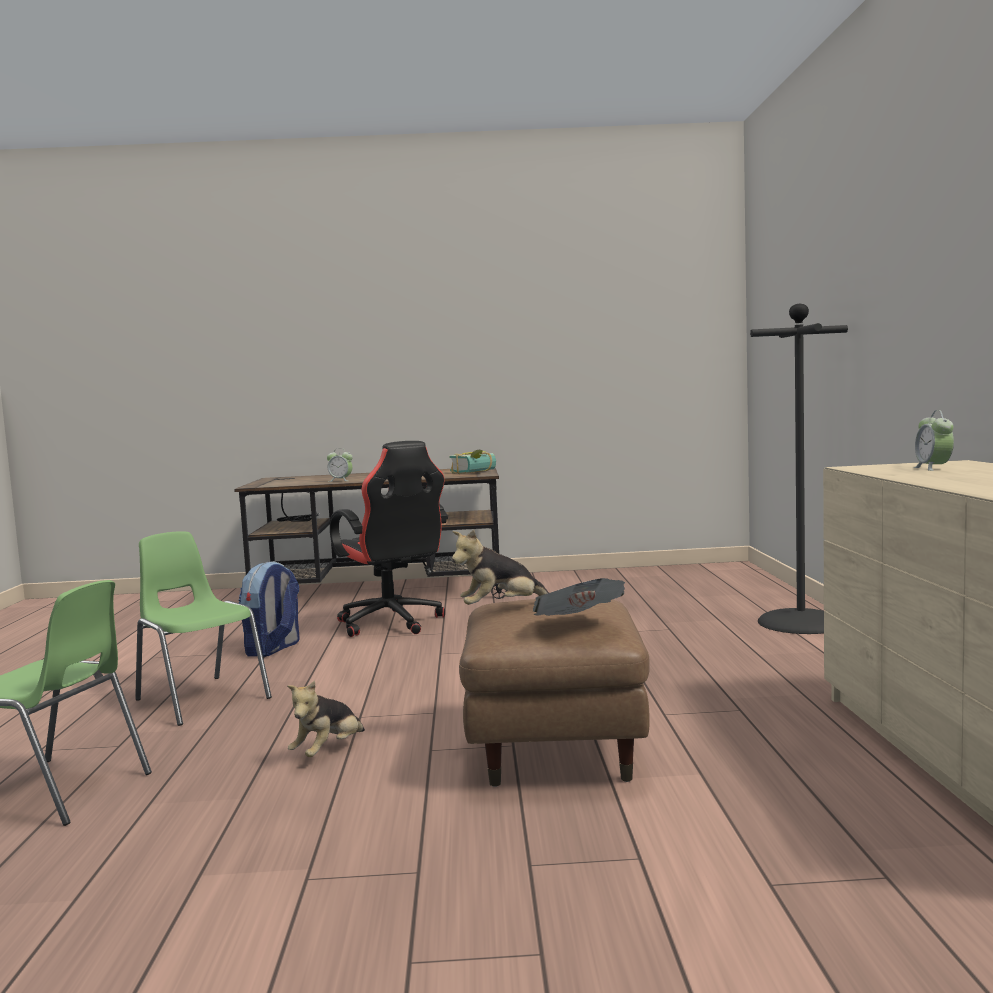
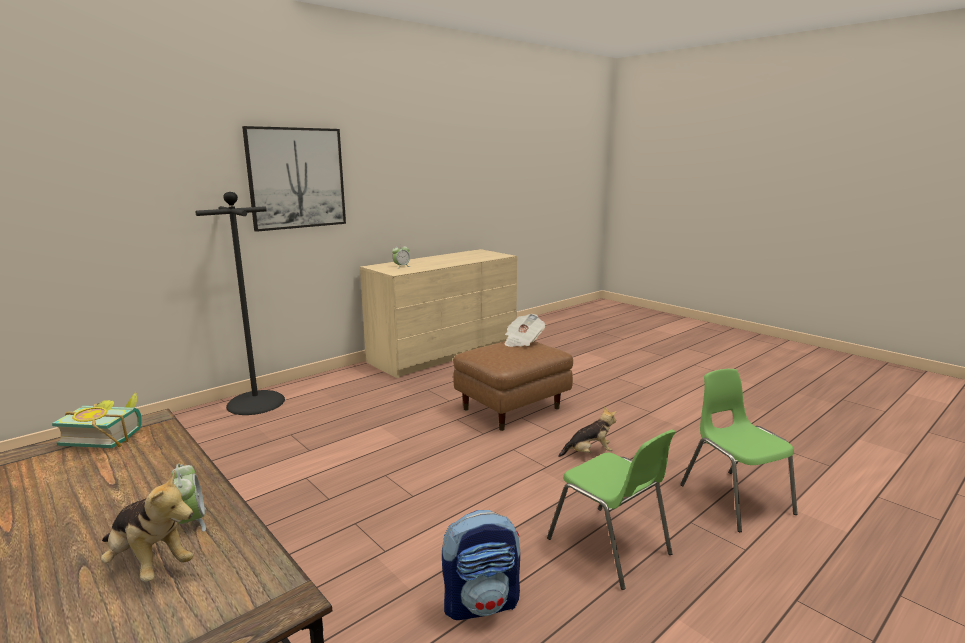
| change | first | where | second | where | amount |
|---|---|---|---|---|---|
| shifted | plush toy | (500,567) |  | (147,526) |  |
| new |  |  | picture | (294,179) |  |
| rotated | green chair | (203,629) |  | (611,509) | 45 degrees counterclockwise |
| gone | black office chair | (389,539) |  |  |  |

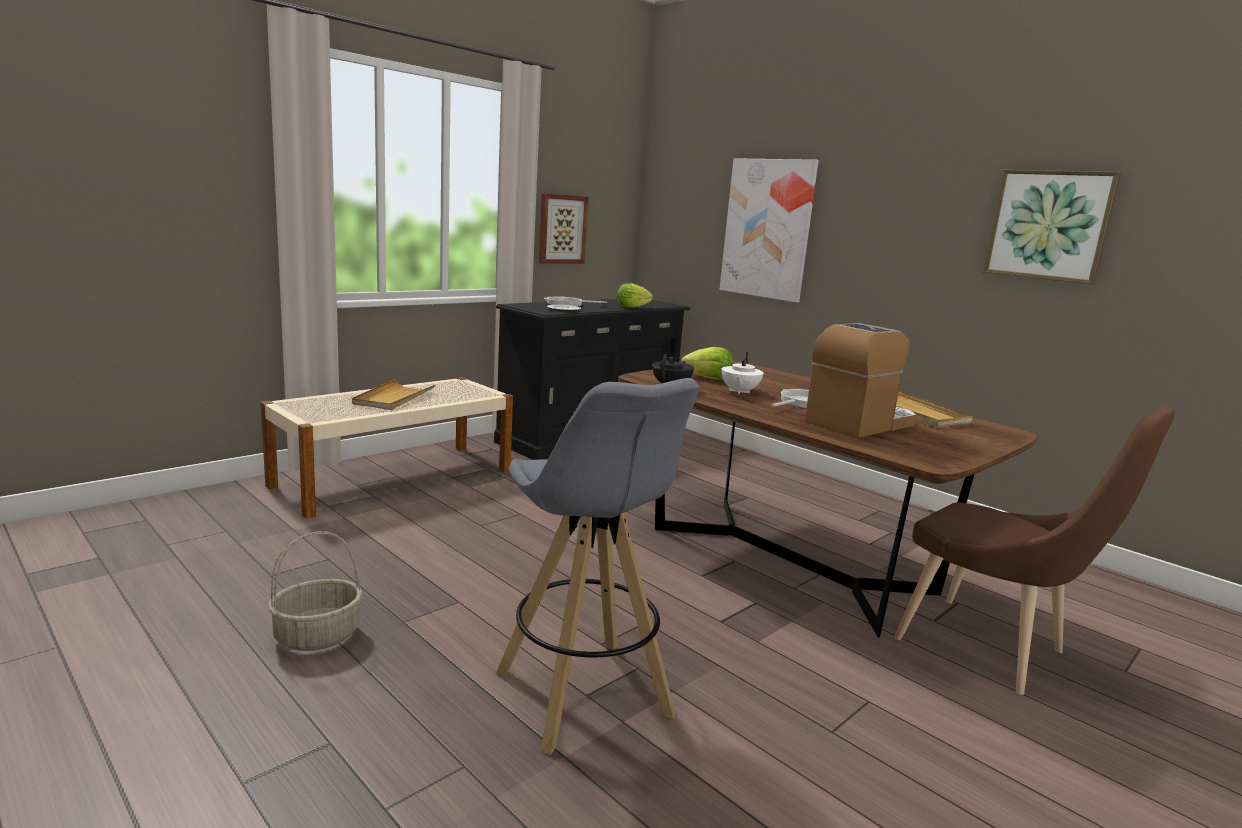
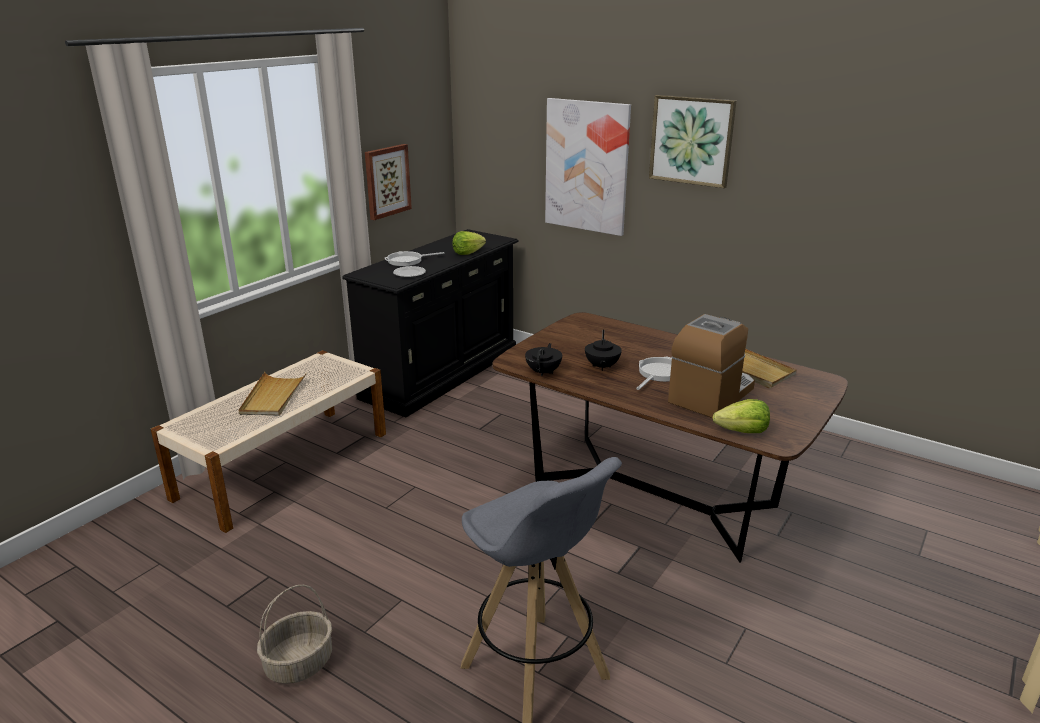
| change | first | where | second | where | amount |
|---|---|---|---|---|---|
| repainted | white teapot | (742,373) | black teapot | (603,350) |  |
| shifted | picture | (1052,227) |  | (692,141) |  |
| shifted | lettuce | (707,363) |  | (741,416) |  |
| gone | brown chair | (1034,551) |  |  |  |

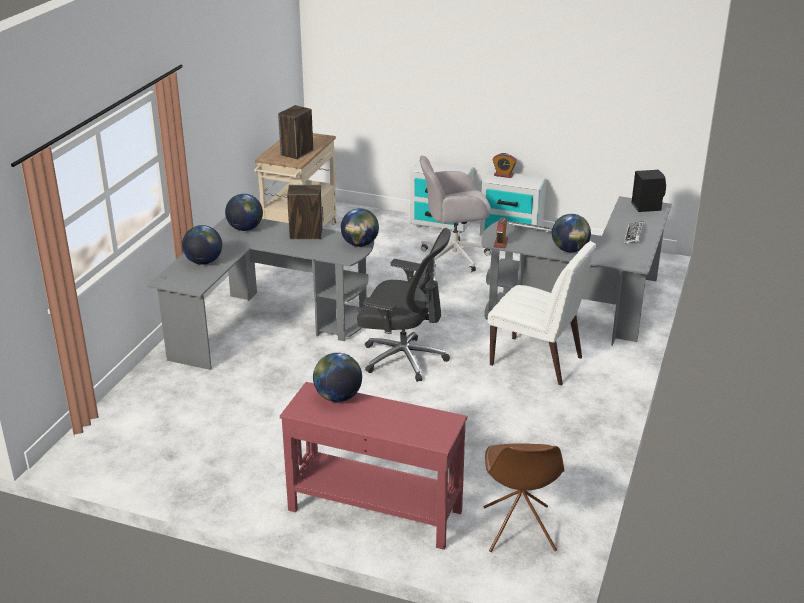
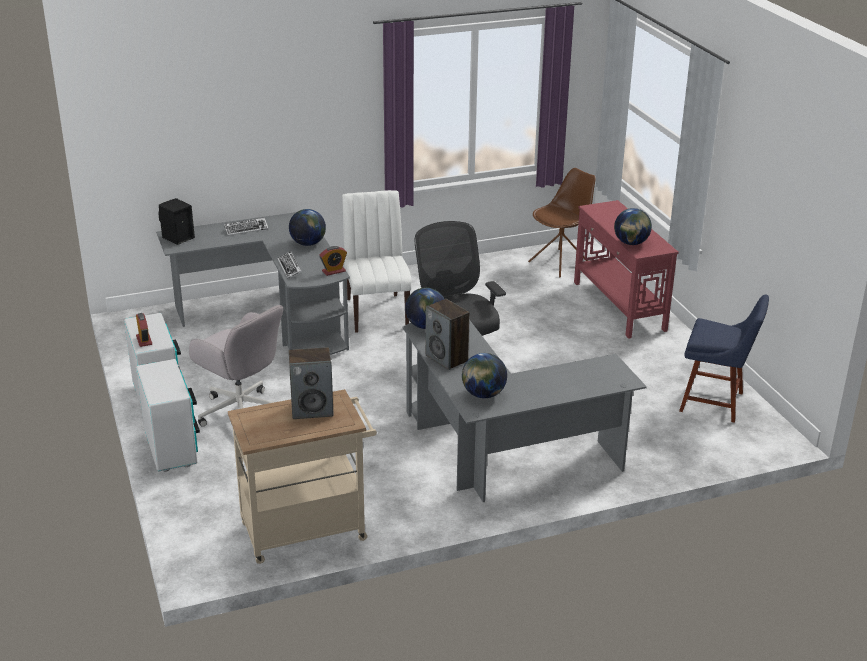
| change | first | where | second | where | amount |
|---|---|---|---|---|---|
| new |  |  | blue chair | (724,359) |  |
| gone | globe | (202,245) |  |  |  |

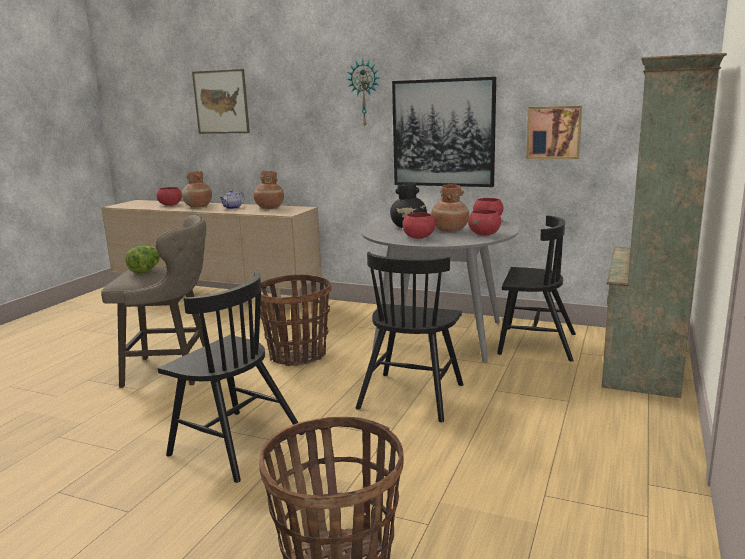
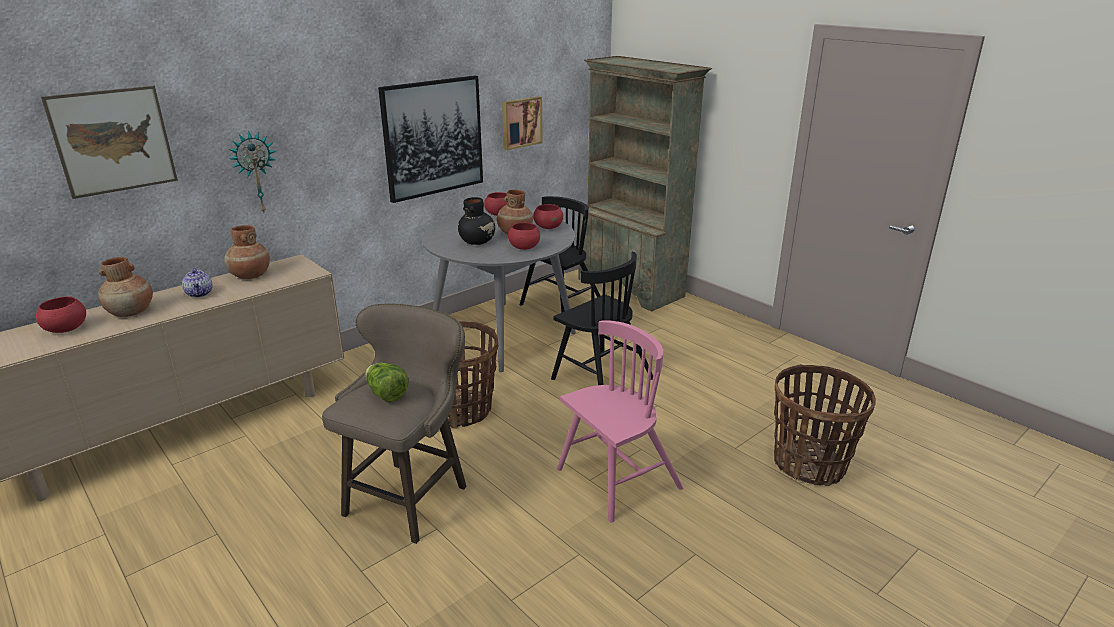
| change | first | where | second | where | amount |
|---|---|---|---|---|---|
| shifted | wall clock | (363,92) |  | (252,172) |  |
| repainted | black chair | (231,377) | pink chair | (620,421) |  |

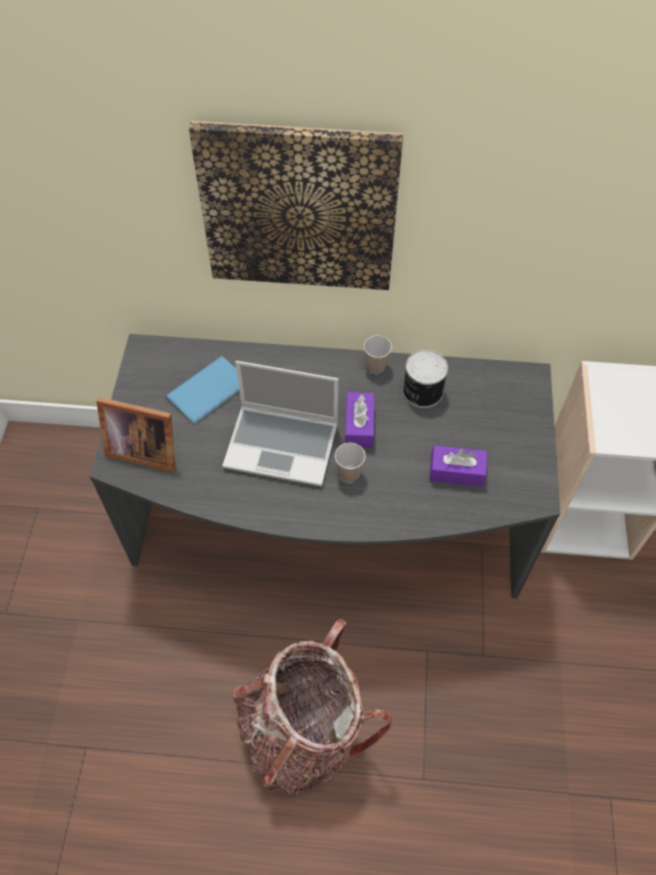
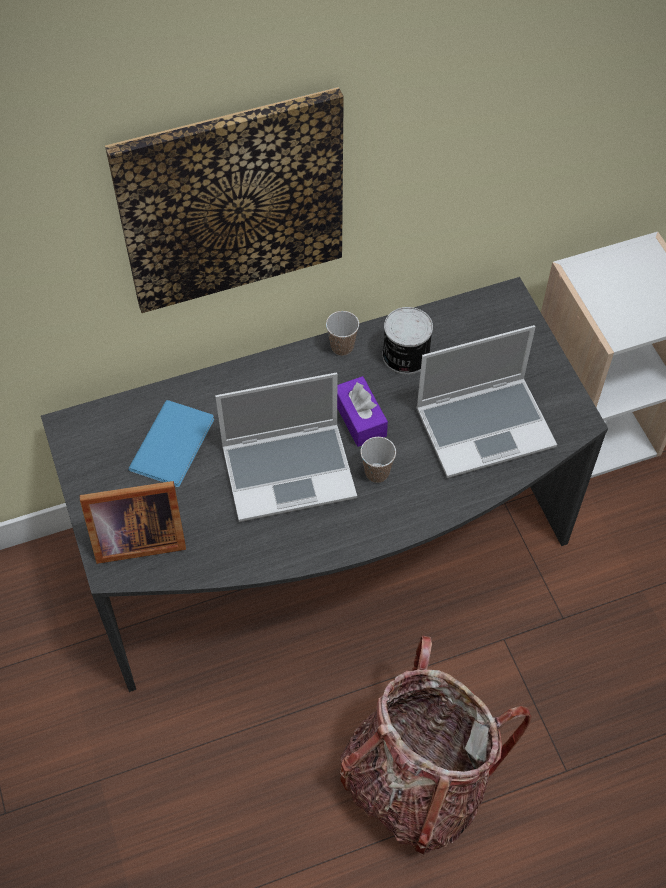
| change | first | where | second | where | amount |
|---|---|---|---|---|---|
| swapped | purple tissue box | (458,466) | laptop | (486,401) |  |

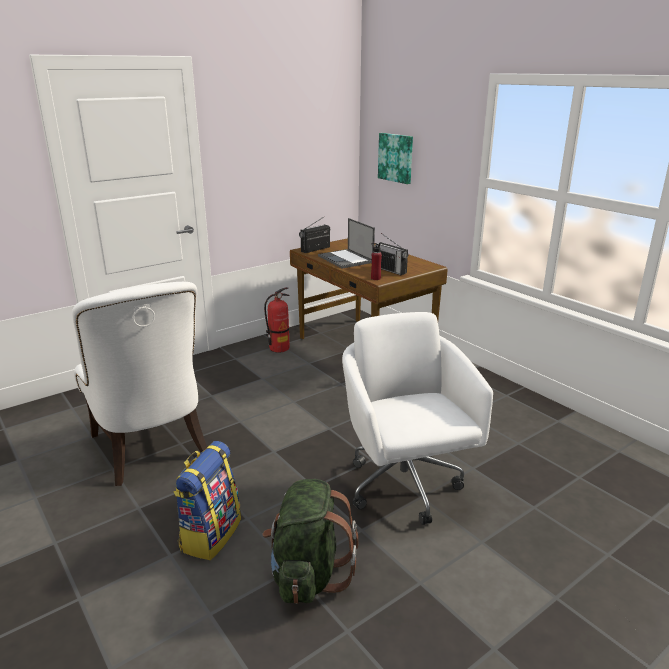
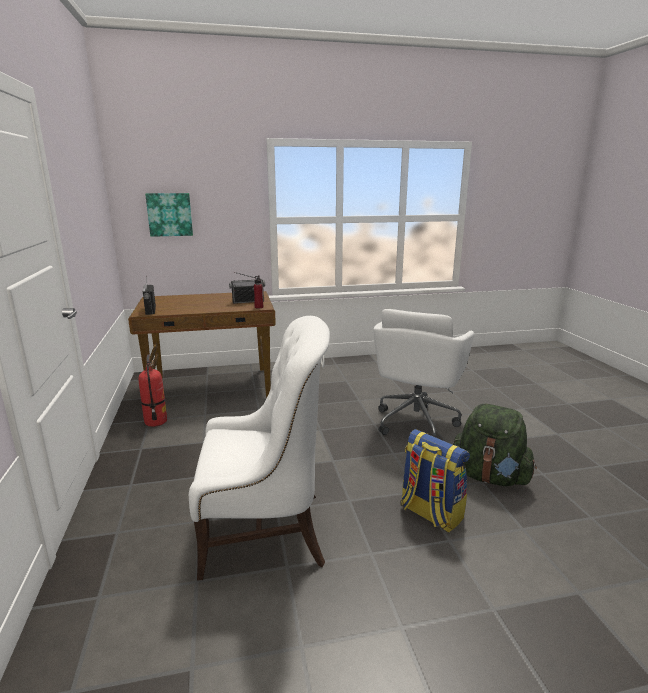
| change | first | where | second | where | amount |
|---|---|---|---|---|---|
| rotated | white office chair | (417,418) |  | (423,373) | 75 degrees counterclockwise |
| gone | laptop | (346,243) |  |  |  |

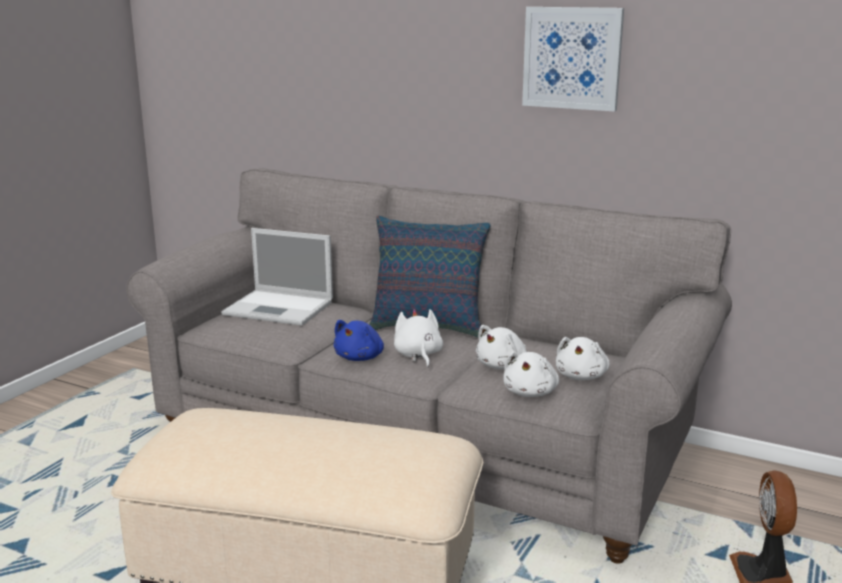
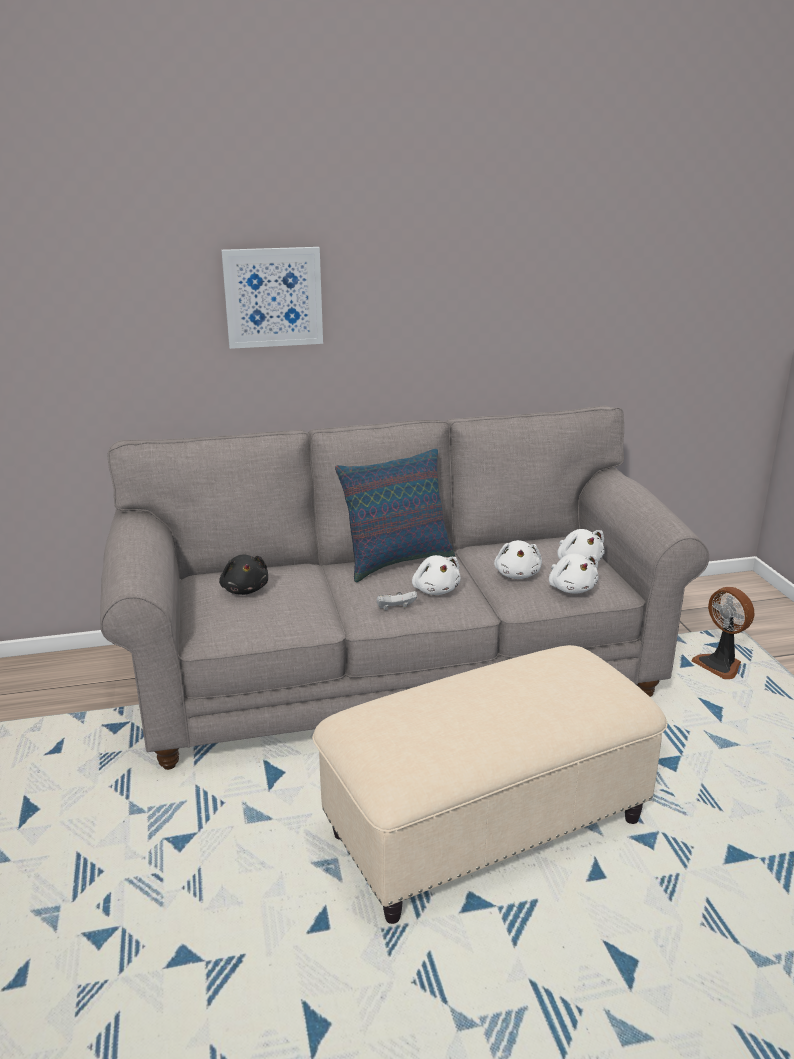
| change | first | where | second | where | amount |
|---|---|---|---|---|---|
| swapped | laptop | (277,277) | black plush toy | (243,575) |  |
| shifted | picture | (573,59) |  | (272,298) |  |
| swapped | blue plush toy | (359,340) | white game controller | (397,600) |  |
| rotated | white plush toy | (418,338) |  | (436,575) | 150 degrees counterclockwise |

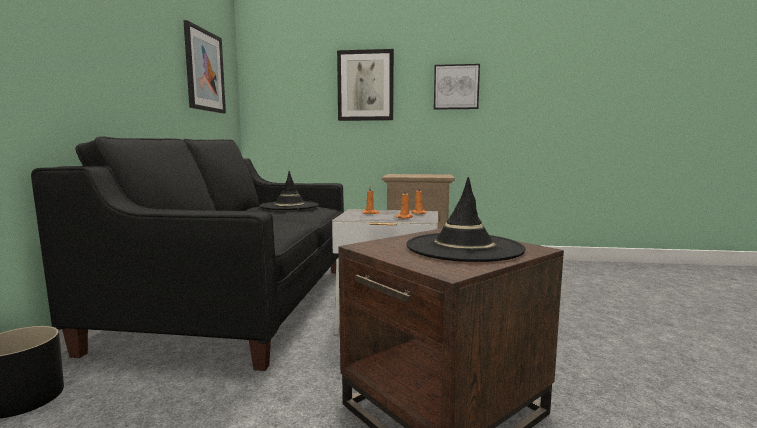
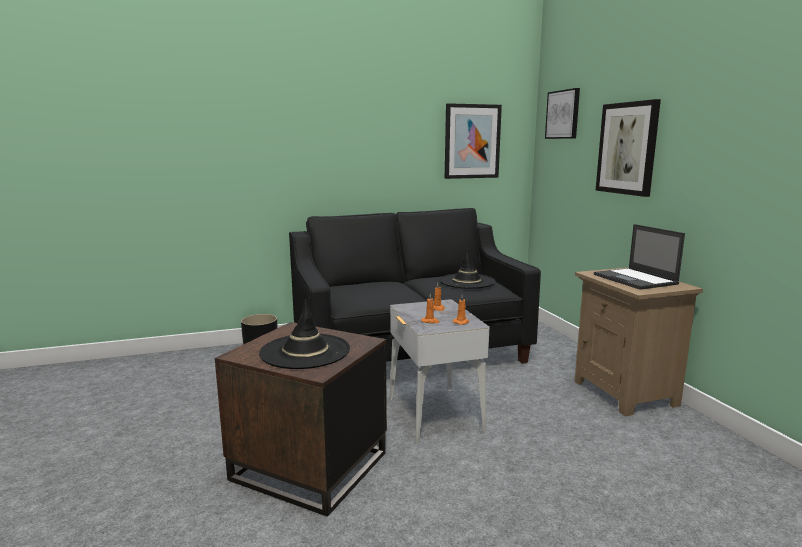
| change | first | where | second | where | amount |
|---|---|---|---|---|---|
| shifted | picture | (457,87) |  | (562,113) |  |
| new |  |  | laptop | (639,257) |  |

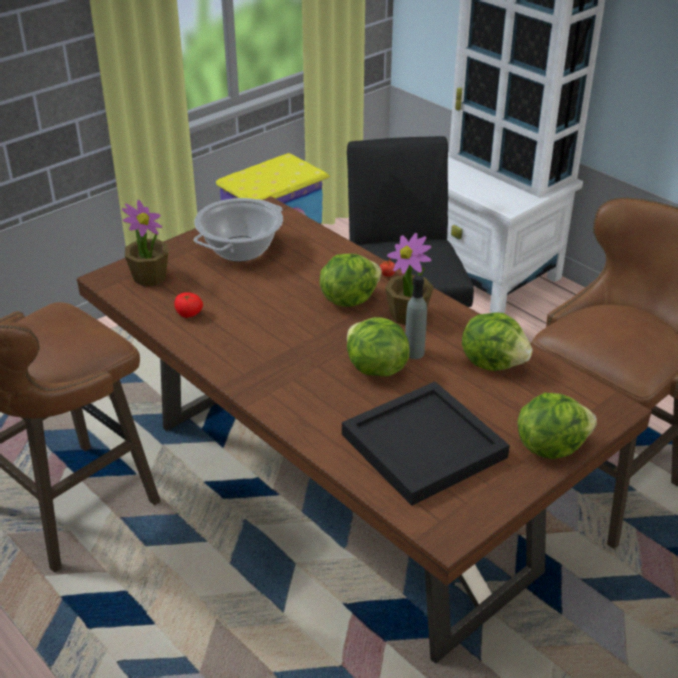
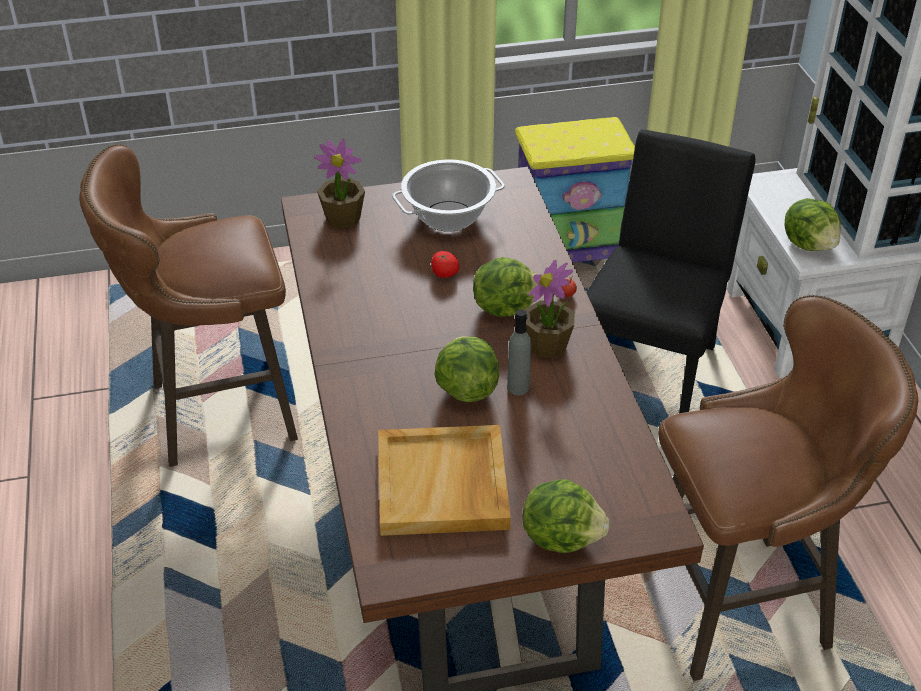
| change | first | where | second | where | amount |
|---|---|---|---|---|---|
| repainted | black tray | (426,444) | beige tray | (444,480) |  |
| shifted | tomato | (188,305) |  | (445,264) |  |
| shifted | lettuce | (497,341) |  | (812,224) |  |

